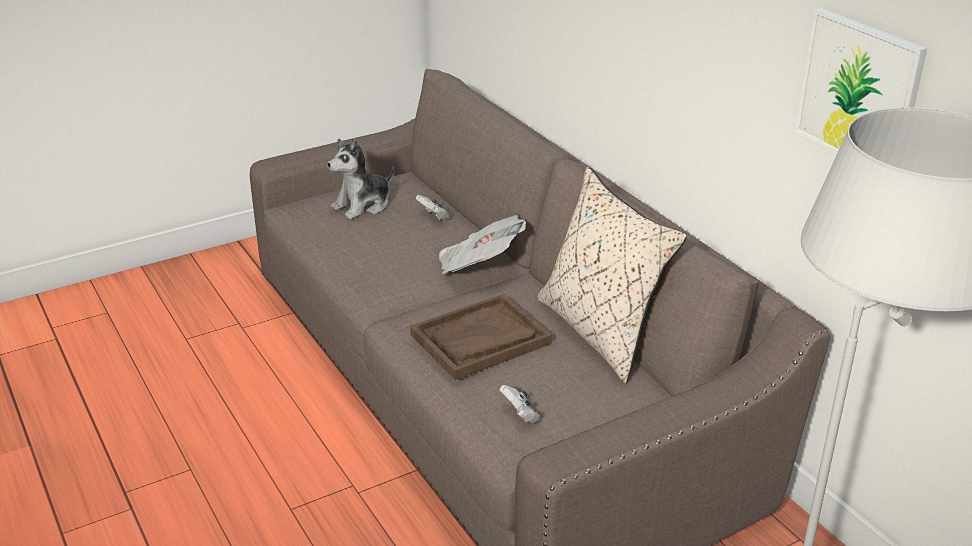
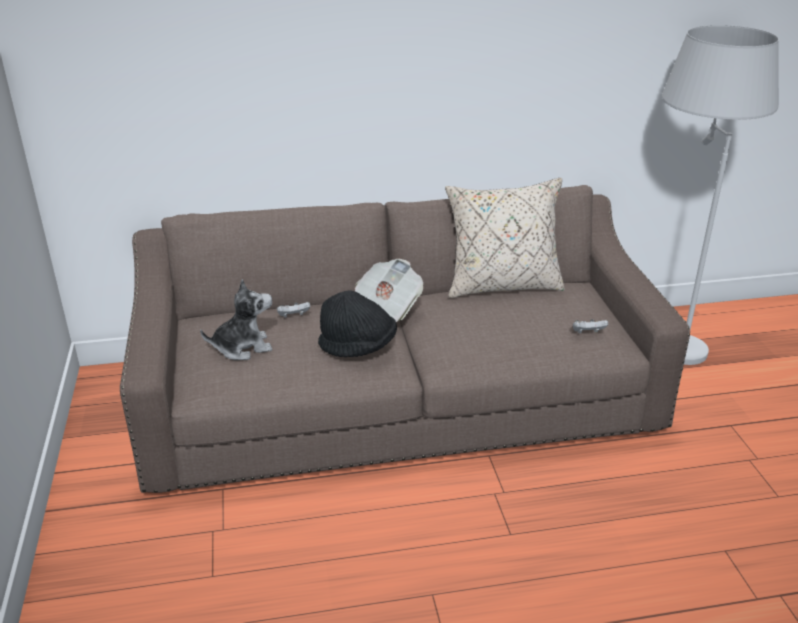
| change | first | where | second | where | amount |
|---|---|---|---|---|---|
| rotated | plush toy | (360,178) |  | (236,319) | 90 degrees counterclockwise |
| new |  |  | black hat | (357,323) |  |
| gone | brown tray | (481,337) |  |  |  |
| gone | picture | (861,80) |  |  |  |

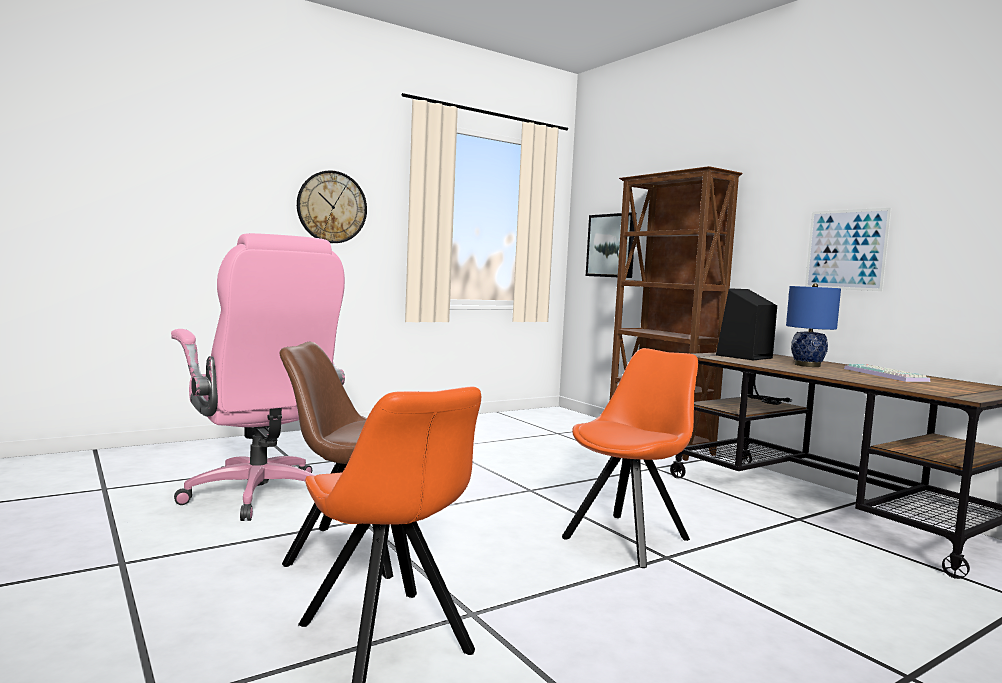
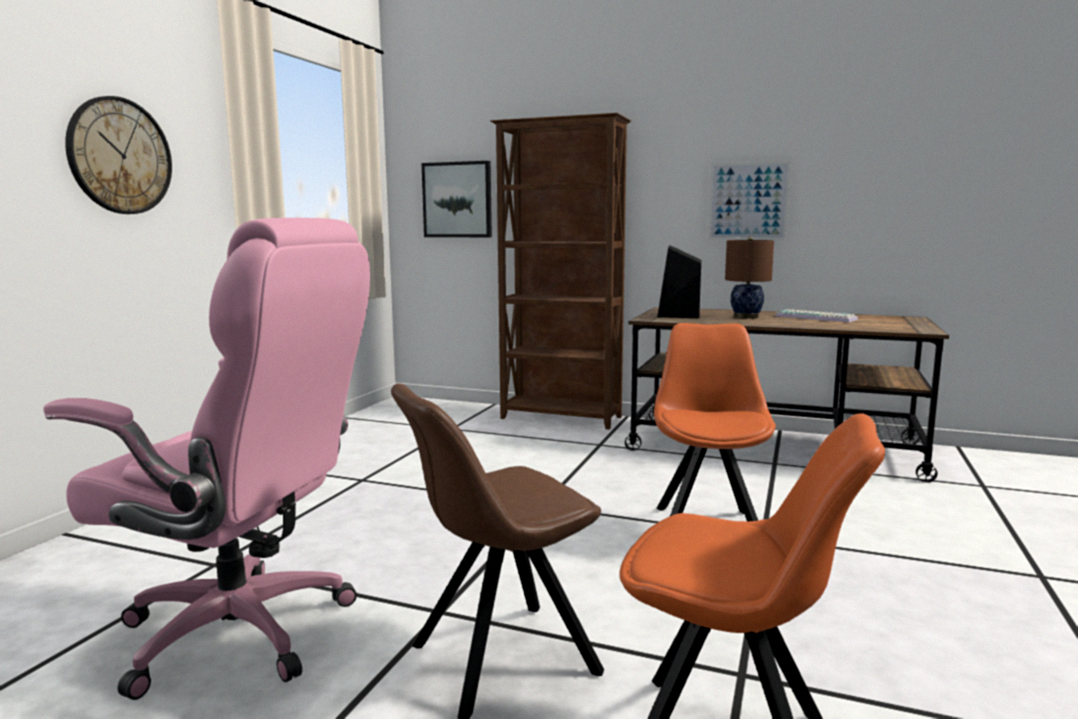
| change | first | where | second | where | amount |
|---|---|---|---|---|---|
| repainted | blue table lamp | (813,325) | brown table lamp | (749,278) |  |

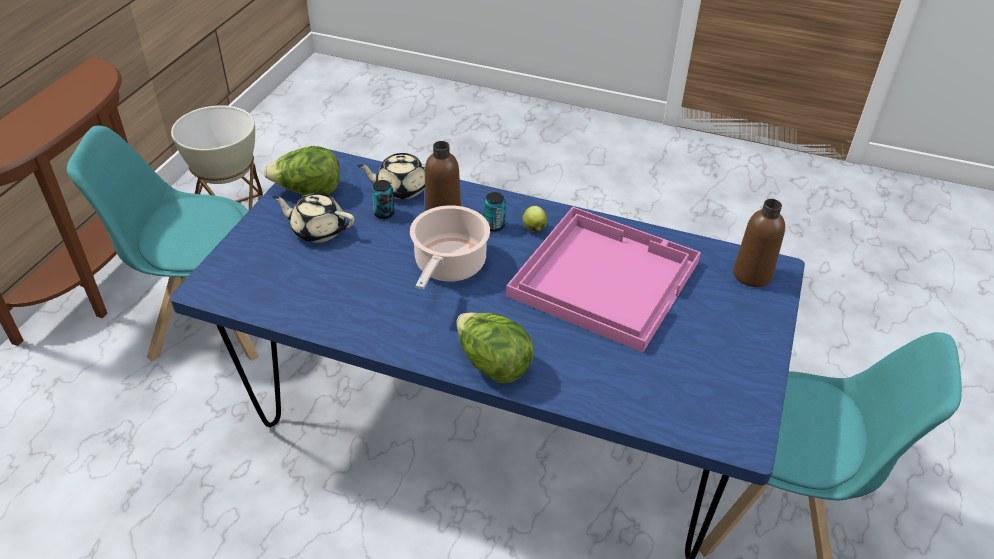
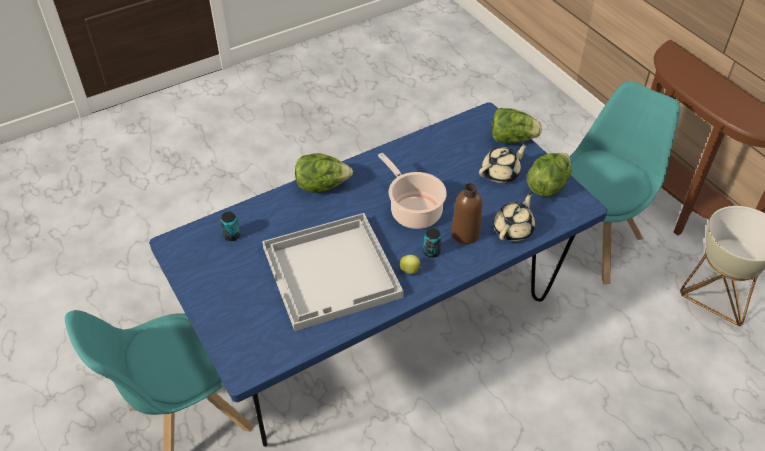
| change | first | where | second | where | amount |
|---|---|---|---|---|---|
| shifted | can | (383,199) |  | (230,226) |  |
| repainted | pink tray | (603,279) | white tray | (333,272) |  |
| new |  |  | lettuce | (517,125) |  |
| gone | brown bottle | (759,243) |  |  |  |

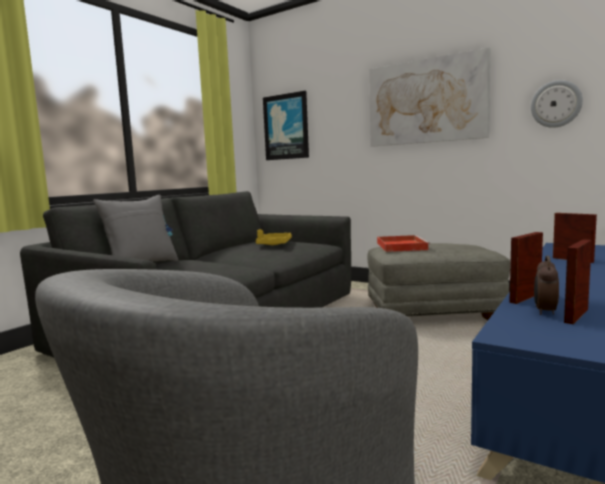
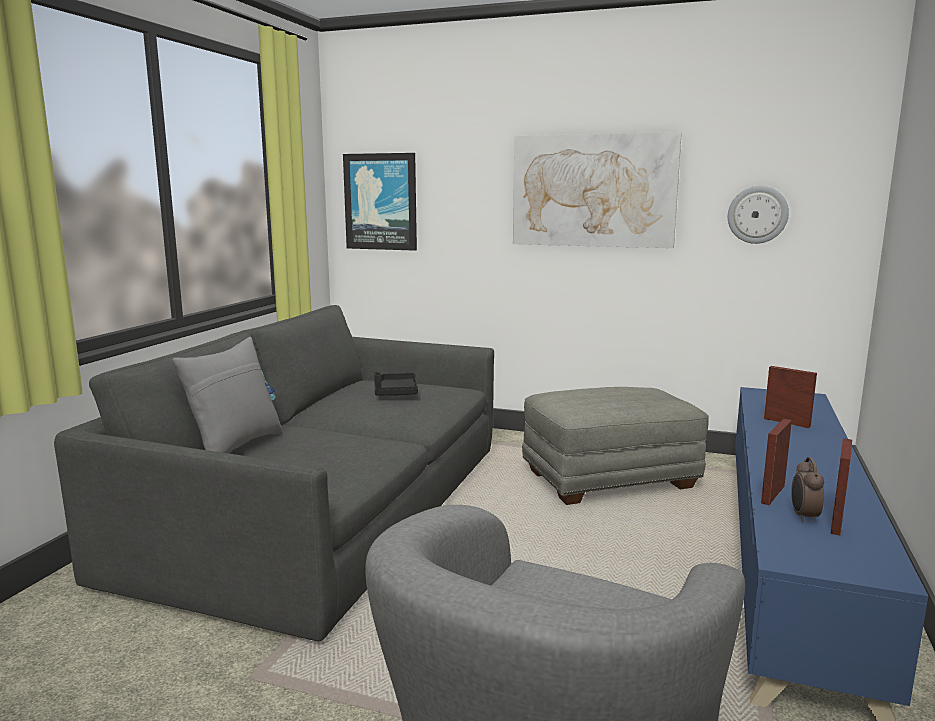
| change | first | where | second | where | amount |
|---|---|---|---|---|---|
| repainted | yellow tray | (274,237) | black tray | (396,383) |  |
| gone | red tray | (403,243) |  |  |  |

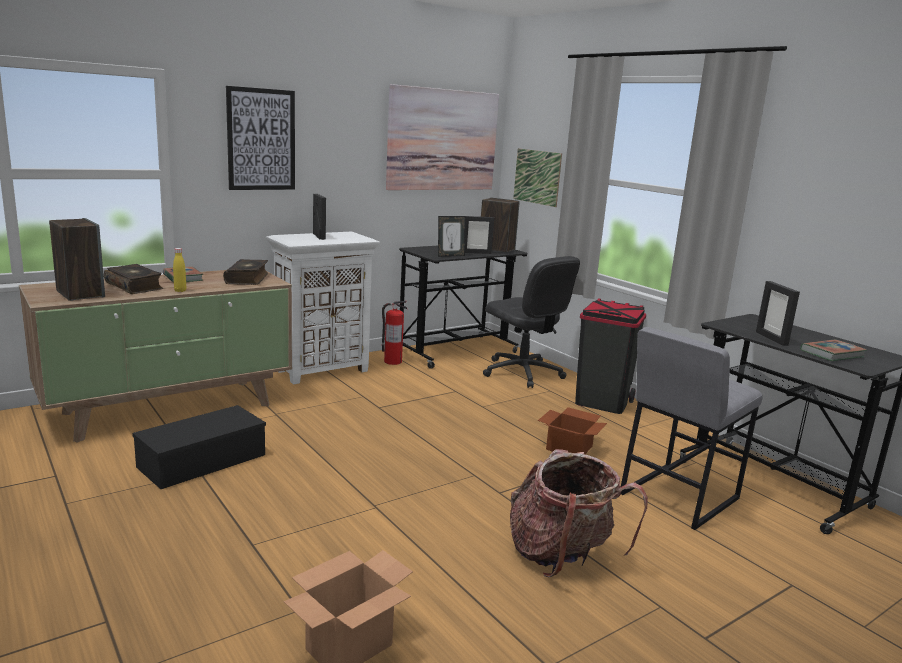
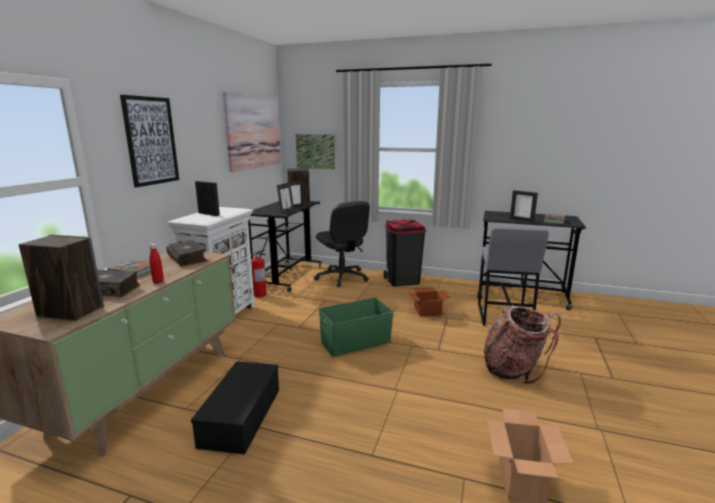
| change | first | where | second | where | amount |
|---|---|---|---|---|---|
| repainted | yellow bottle | (179,270) | red bottle | (156,264) |  |
| rotated | black office chair | (531,322) |  | (342,244) | 45 degrees clockwise |
| new |  |  | green storage box | (356,327) |  |

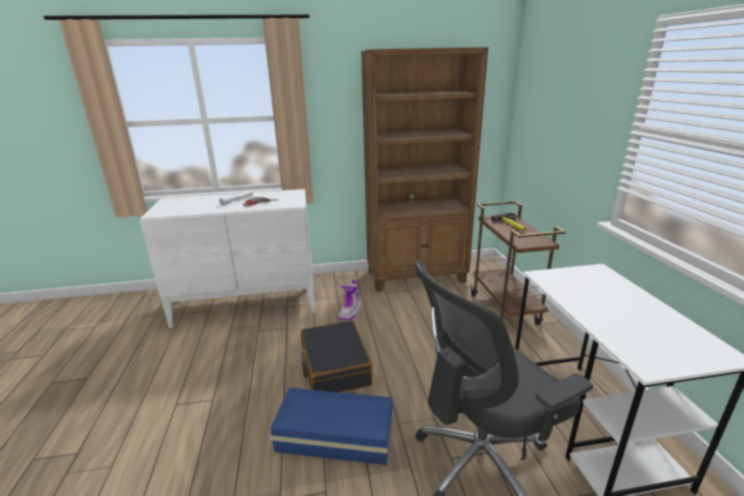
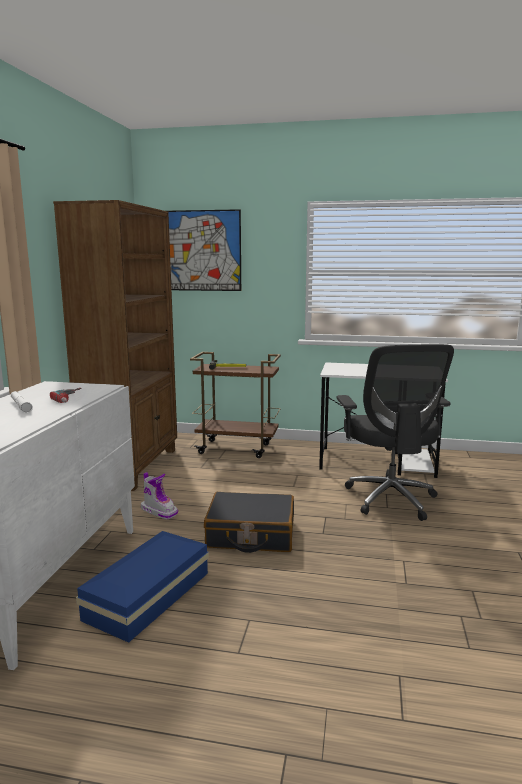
| change | first | where | second | where | amount |
|---|---|---|---|---|---|
| shifted | blue storage box | (332,426) |  | (142,587) |  |
| new |  |  | picture | (204,250) |  |

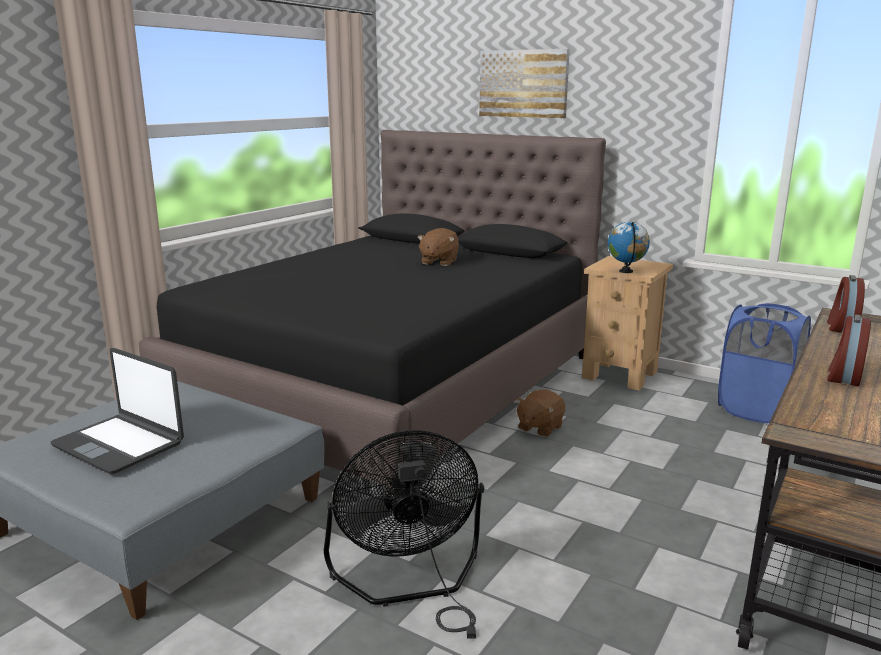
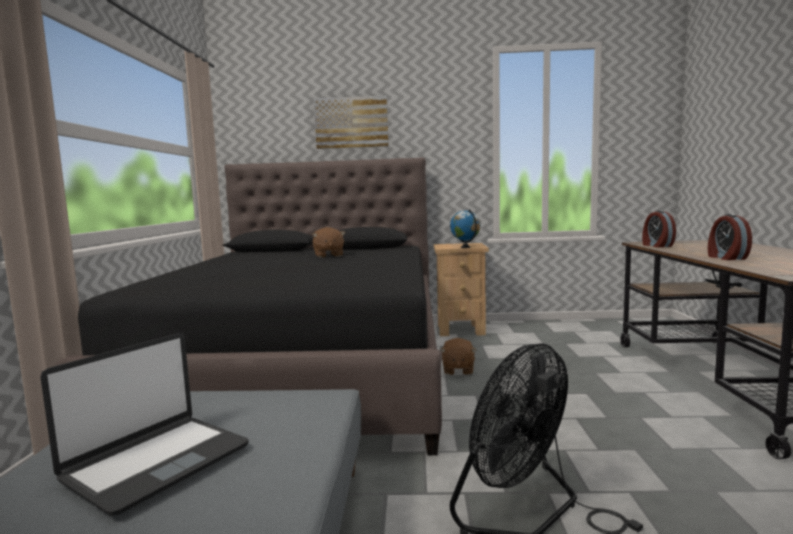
| change | first | where | second | where | amount |
|---|---|---|---|---|---|
| rotated | laptop | (117,411) |  | (144,424) | 60 degrees counterclockwise |
| gone | blue laundry basket | (764,363) |  |  |  |

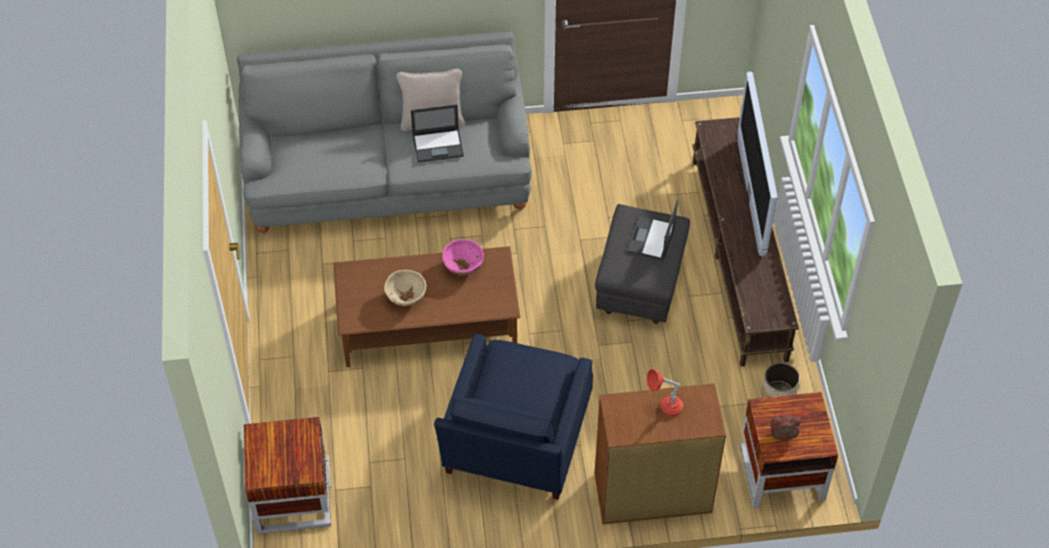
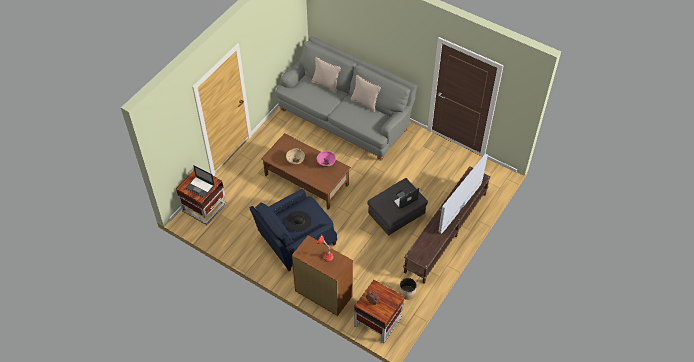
| change | first | where | second | where | amount |
|---|---|---|---|---|---|
| shifted | laptop | (437,133) |  | (200,181) |  |
| new |  |  | black hat | (299,221) |  |
| new |  |  | beige pillow | (326,75) |  |

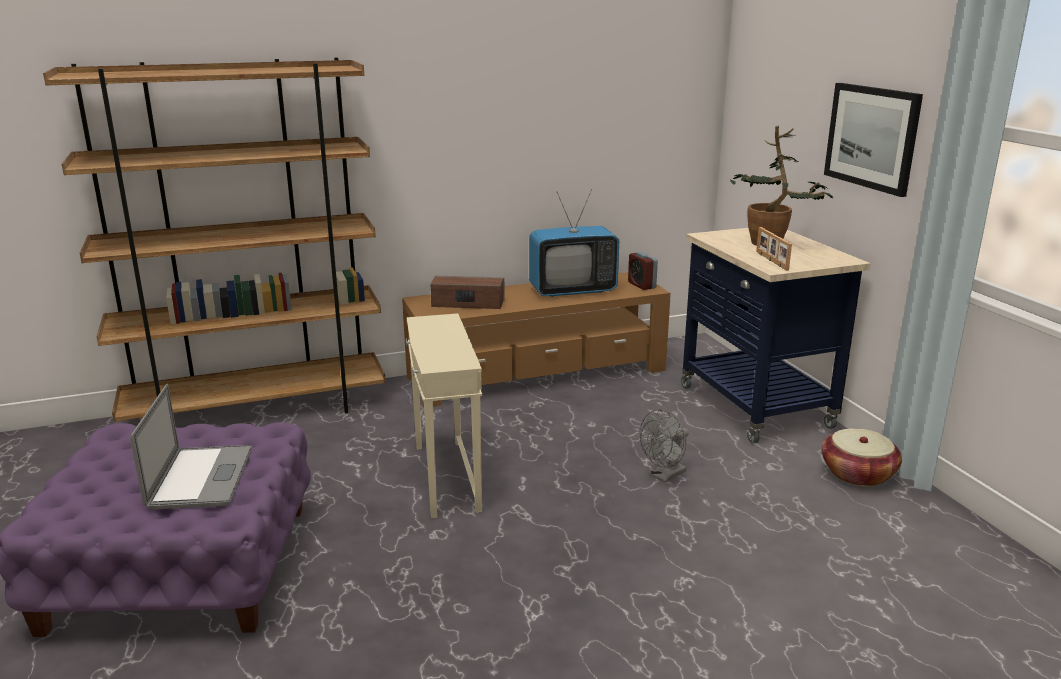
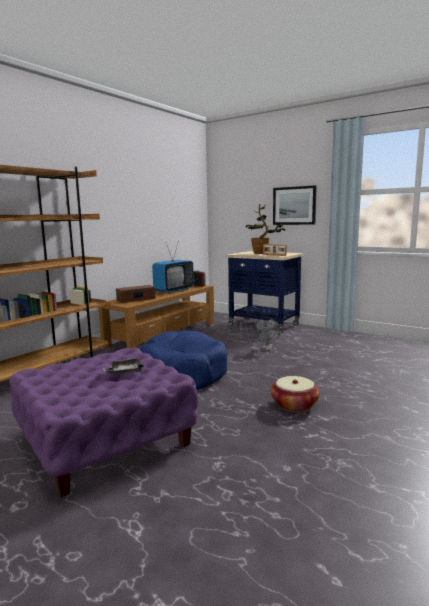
| change | first | where | second | where | amount |
|---|---|---|---|---|---|
| swapped | laptop | (191,447) | grey tray | (123,366) |  |
| swapped | beige side table | (443,415) | blue dog bed | (183,359) |  |
| shifted | basket | (861,457) |  | (295,394) |  |

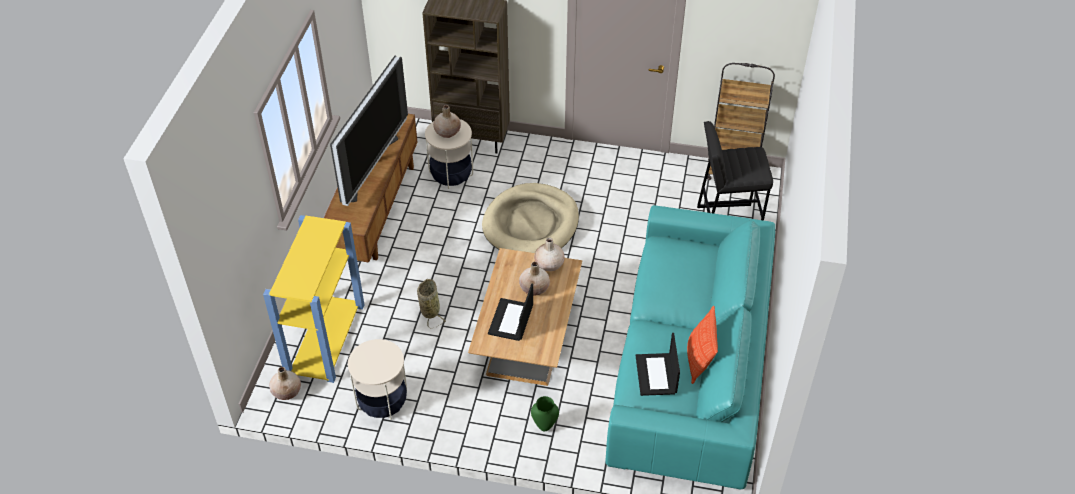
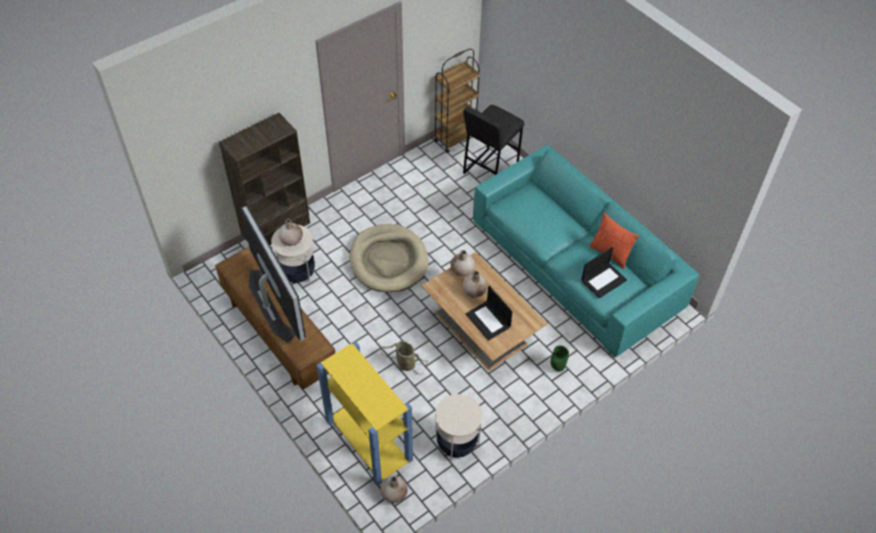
| change | first | where | second | where | amount |
|---|---|---|---|---|---|
| rotated | laptop | (658,364) |  | (604,272) | 75 degrees counterclockwise |

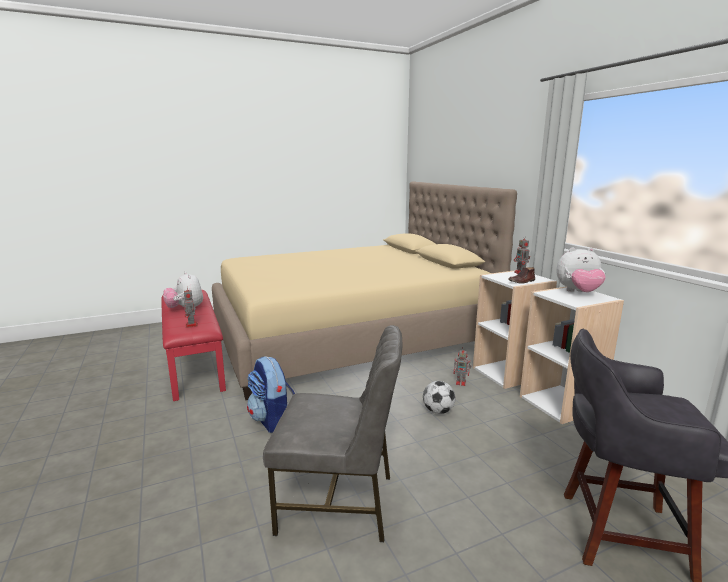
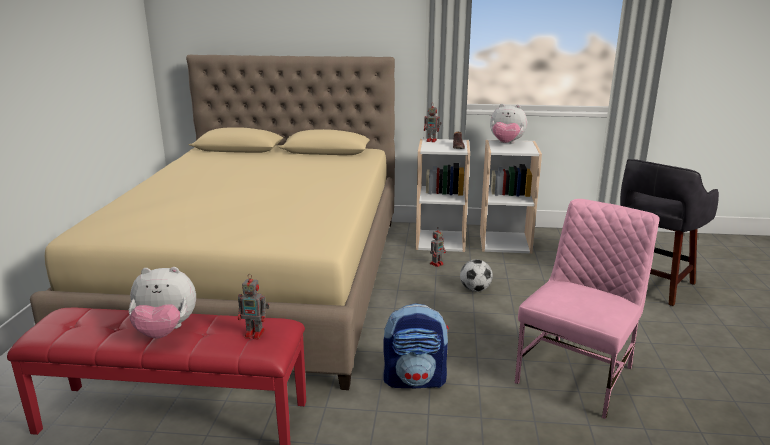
| change | first | where | second | where | amount |
|---|---|---|---|---|---|
| rotated | plush toy | (581,269) |  | (508,124) | 75 degrees clockwise |
| repainted | grey chair | (333,433) | pink chair | (587,309) |  |

